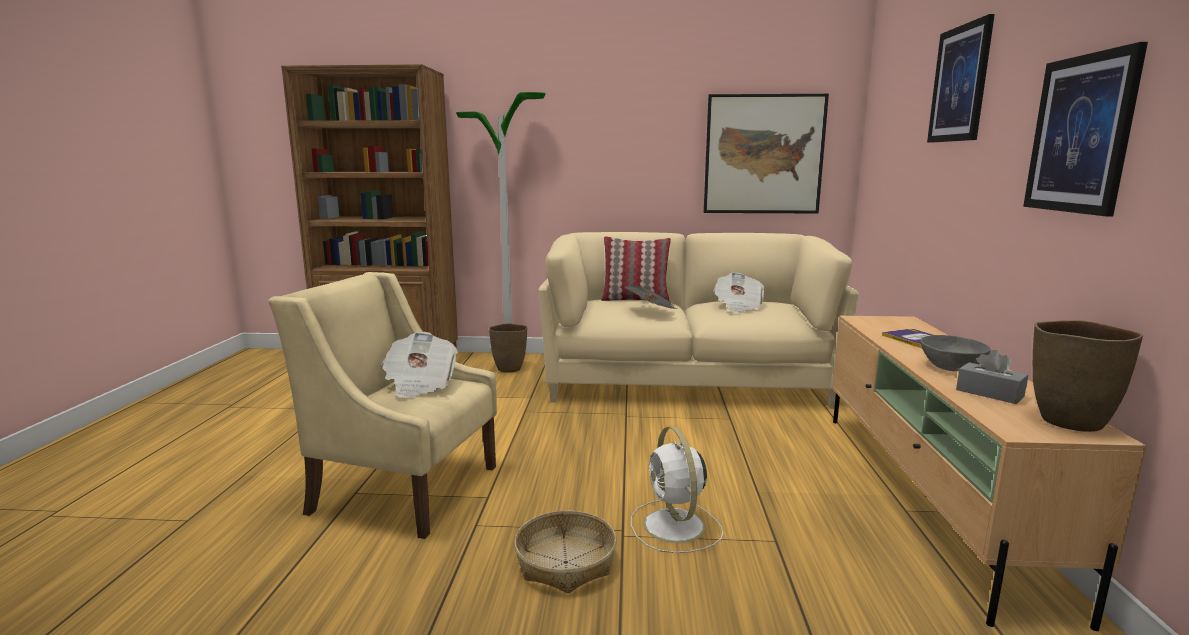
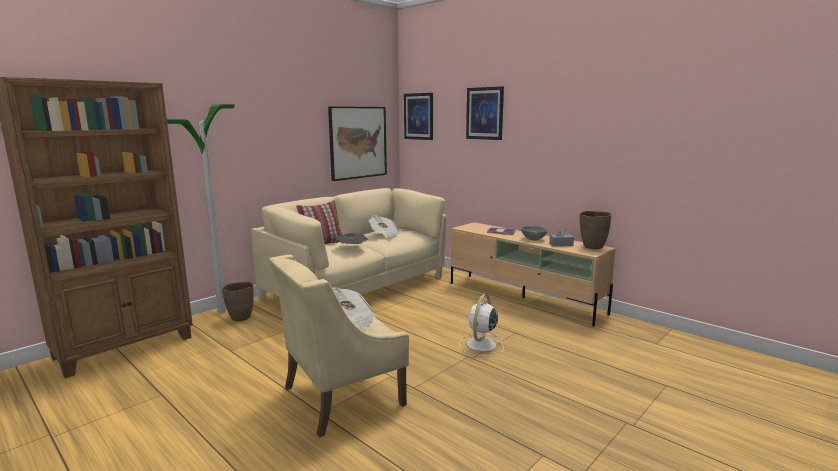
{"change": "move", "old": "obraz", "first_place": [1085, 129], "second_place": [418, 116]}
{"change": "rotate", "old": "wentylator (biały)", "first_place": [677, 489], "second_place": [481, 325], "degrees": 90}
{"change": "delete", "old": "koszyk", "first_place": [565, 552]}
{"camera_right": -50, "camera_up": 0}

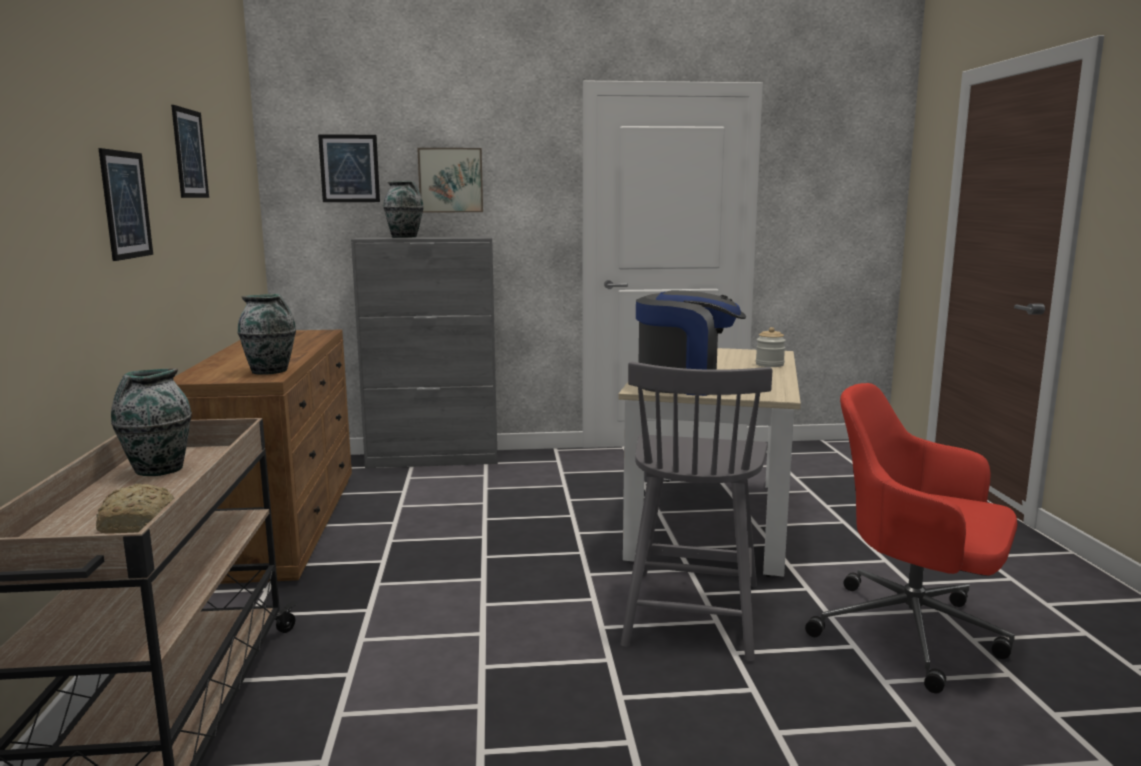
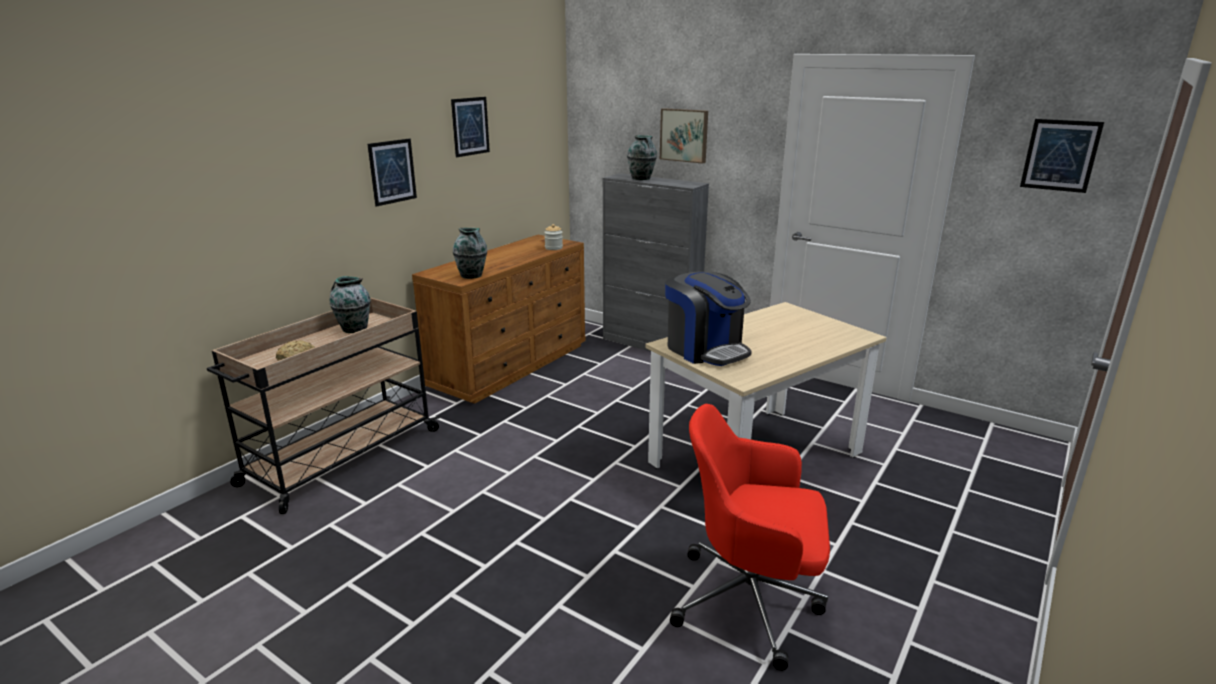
{"change": "move", "old": "obraz", "first_place": [349, 168], "second_place": [1062, 156]}
{"change": "move", "old": "słoik", "first_place": [771, 347], "second_place": [553, 237]}
{"change": "delete", "old": "krzesło (szary)", "first_place": [696, 512]}
{"change": "rotate", "old": "krzesło biurowe (czerwony)", "first_place": [911, 538], "second_place": [750, 537], "degrees": -60}
{"camera_right": 40, "camera_up": 10}

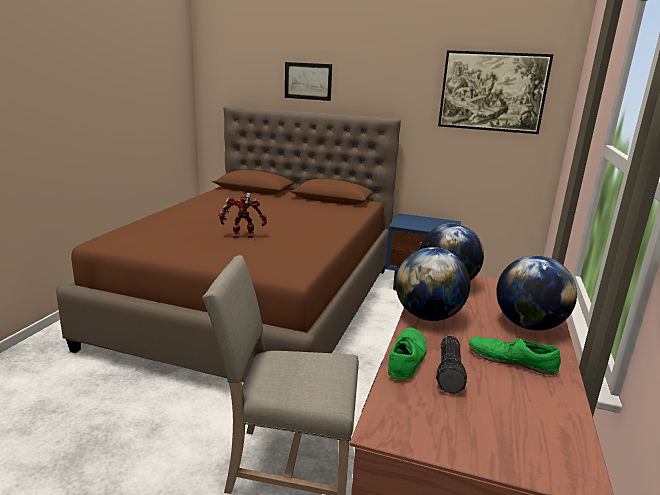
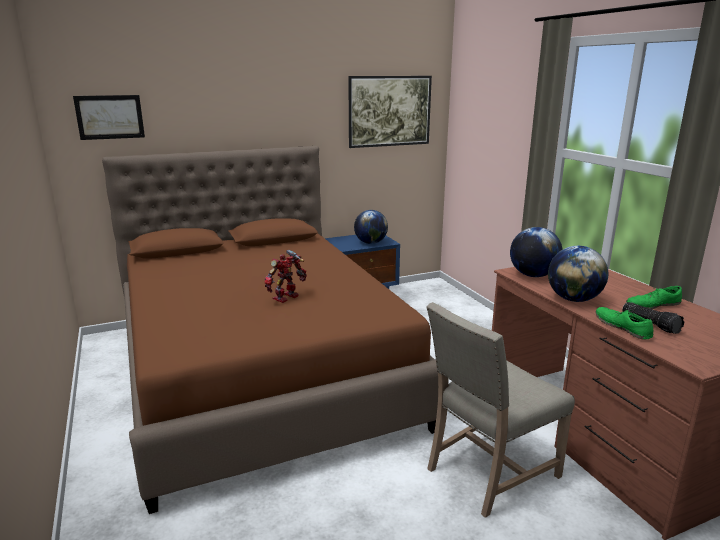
{"change": "move", "old": "obraz", "first_place": [308, 81], "second_place": [109, 117]}
{"change": "move", "old": "globus", "first_place": [536, 292], "second_place": [371, 227]}
{"camera_right": -40, "camera_up": 0}

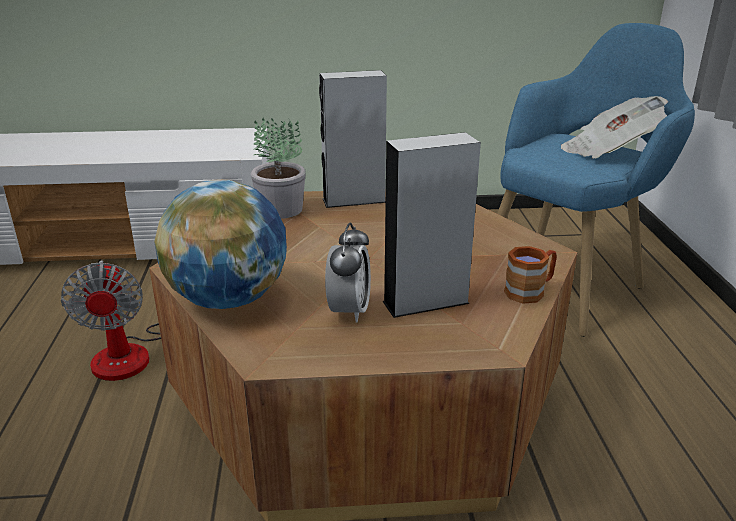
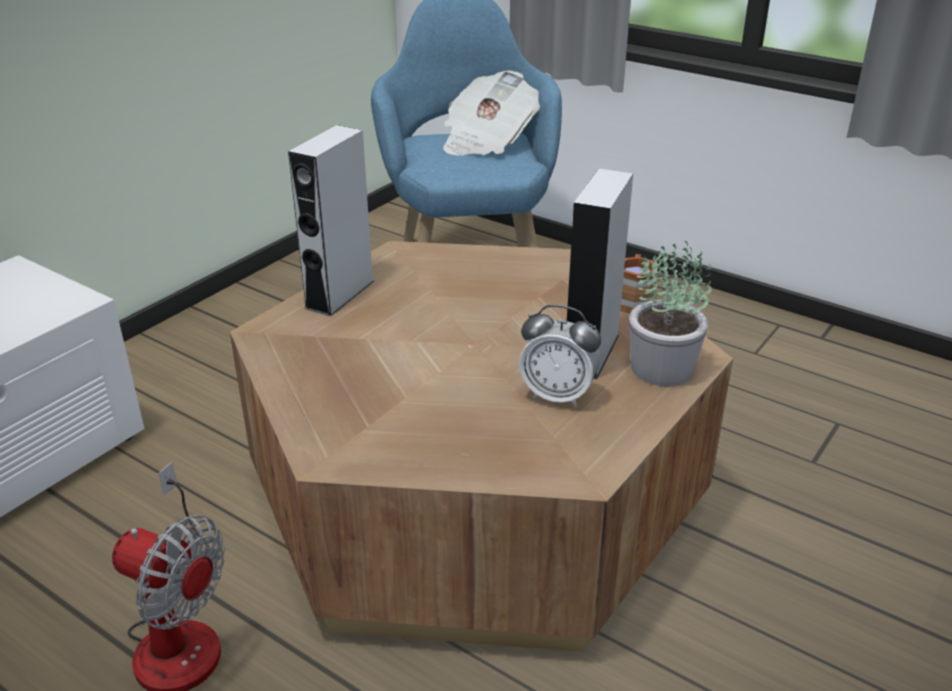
{"change": "move", "old": "roślina doniczkowa", "first_place": [278, 168], "second_place": [670, 313]}
{"change": "delete", "old": "globus", "first_place": [220, 244]}
{"change": "rotate", "old": "budzik", "first_place": [348, 273], "second_place": [560, 356], "degrees": 150}
{"camera_right": -50, "camera_up": 5}

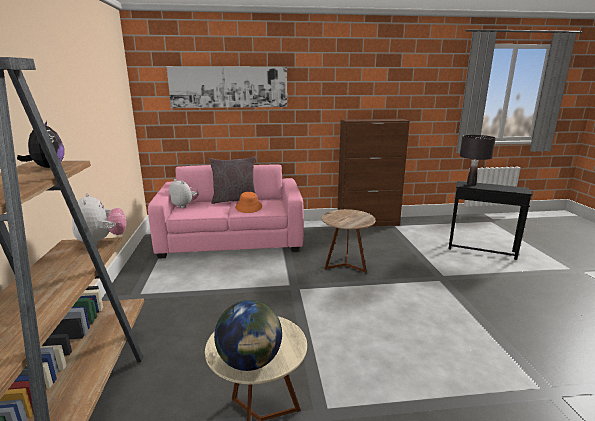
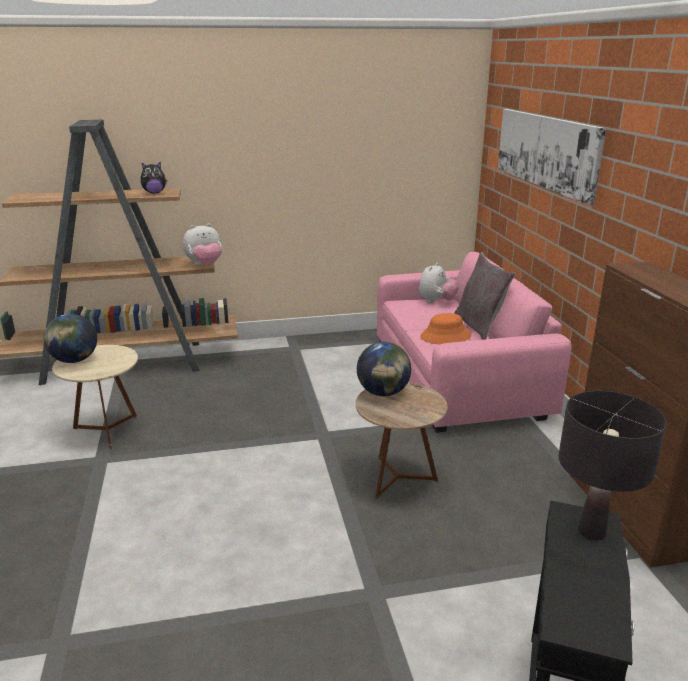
{"change": "insert", "new": "globus", "second_place": [384, 369]}
{"camera_right": 85, "camera_up": 5}

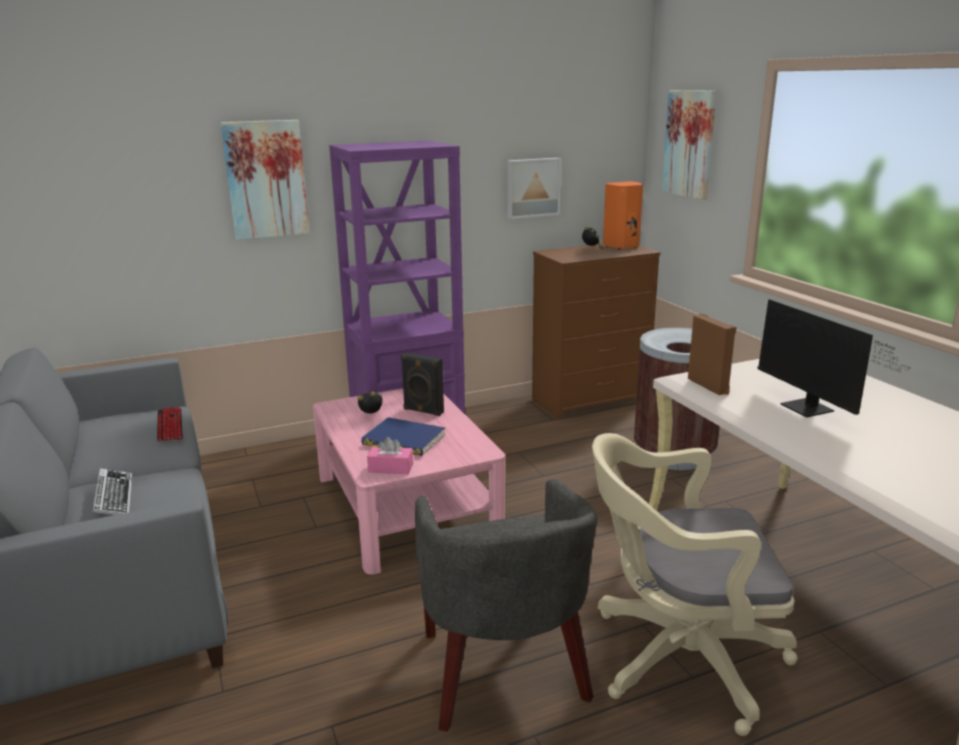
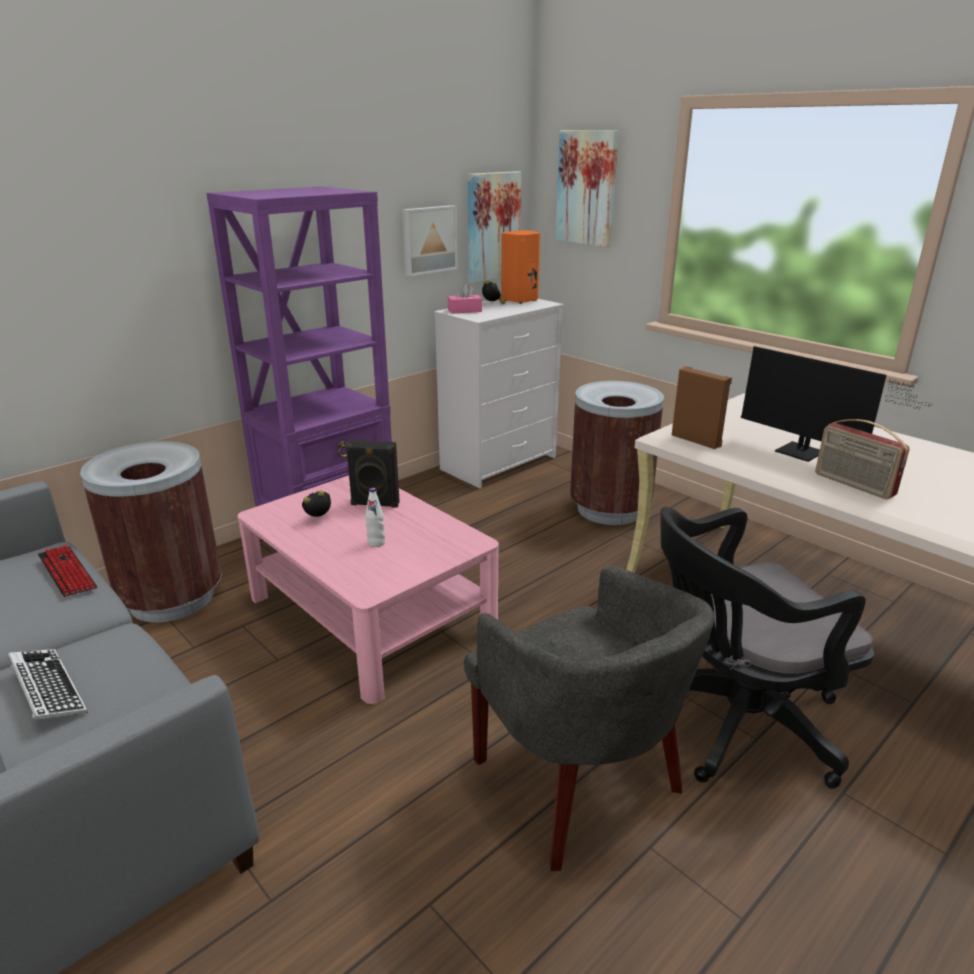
{"change": "move", "old": "obraz", "first_place": [265, 180], "second_place": [494, 227]}
{"change": "recolor", "old": "komoda (brązowy)", "new": "komoda (biały)", "first_place": [596, 331], "second_place": [499, 393]}
{"change": "replace", "old": "książka (niebieski)", "new": "butelka (biały)", "first_place": [403, 436], "second_place": [375, 517]}
{"change": "recolor", "old": "krzesło biurowe (beżowy)", "new": "krzesło biurowe (czarny)", "first_place": [695, 584], "second_place": [767, 648]}
{"change": "move", "old": "pudełko chusteczek (różowy)", "first_place": [390, 455], "second_place": [465, 299]}
{"change": "insert", "new": "radio", "second_place": [862, 459]}
{"change": "insert", "new": "kosz na śmieci (brązowy)", "second_place": [151, 531]}
{"camera_right": -20, "camera_up": 5}

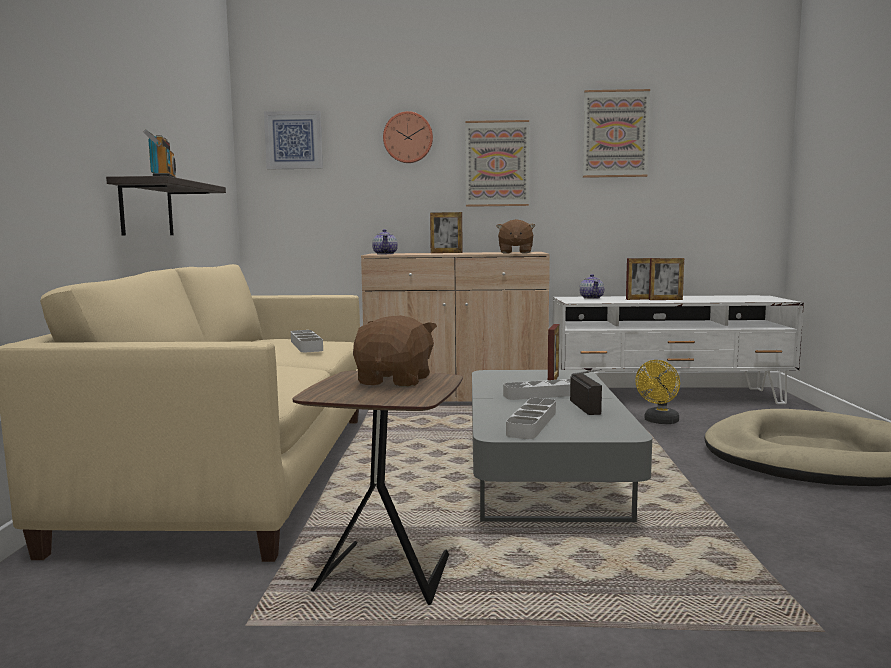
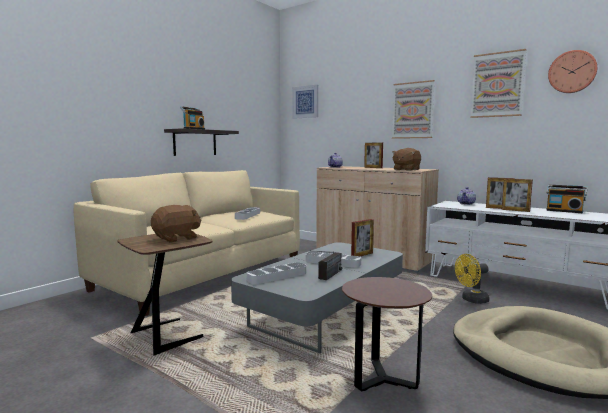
{"change": "move", "old": "zegar ścienny", "first_place": [408, 137], "second_place": [573, 71]}
{"change": "insert", "new": "radio", "second_place": [567, 199]}
{"change": "insert", "new": "stolik (brązowy)", "second_place": [387, 334]}
{"camera_right": 35, "camera_up": 0}

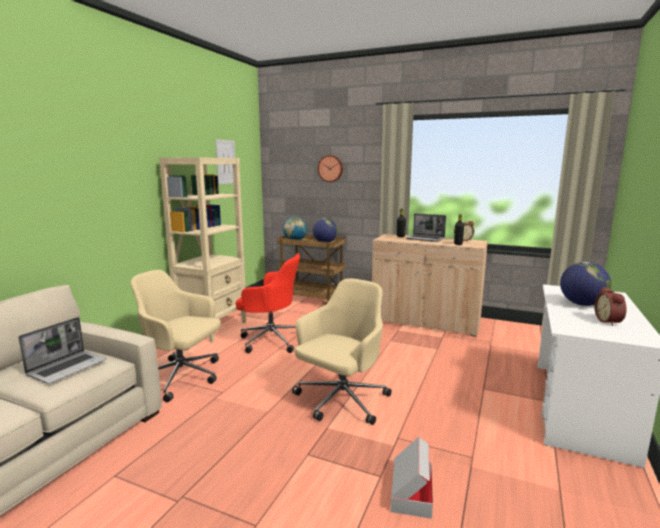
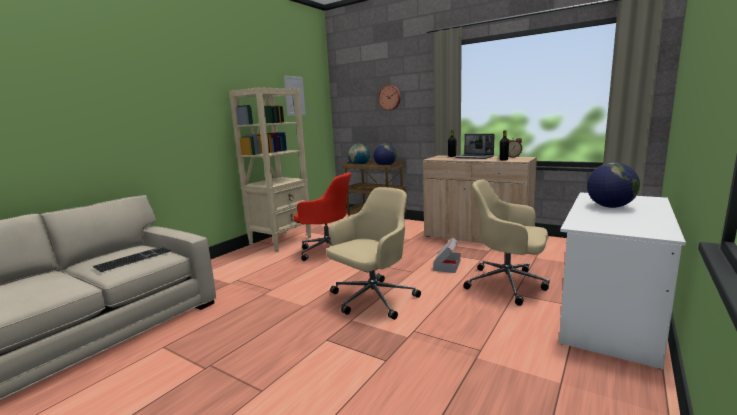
{"change": "move", "old": "krzesło biurowe (beżowy)", "first_place": [175, 336], "second_place": [506, 243]}
{"change": "delete", "old": "budzik", "first_place": [610, 306]}
{"change": "replace", "old": "laptop", "new": "klawiatura", "first_place": [62, 350], "second_place": [131, 259]}
{"change": "move", "old": "karton", "first_place": [412, 478], "second_place": [446, 255]}
{"camera_right": 10, "camera_up": 0}

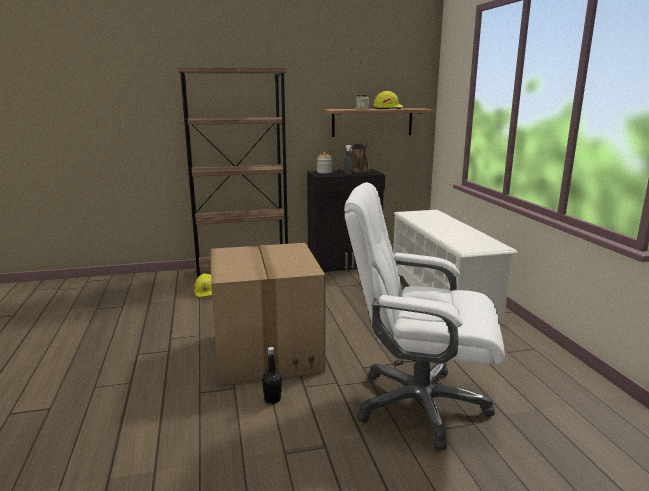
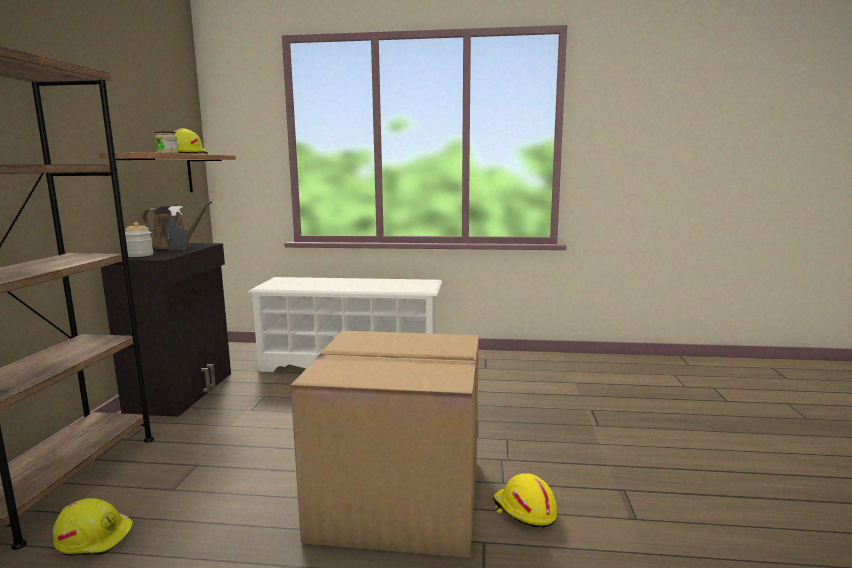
{"change": "delete", "old": "krzesło biurowe (biały)", "first_place": [424, 316]}
{"change": "replace", "old": "butelka (czarny)", "new": "kask (żółty)", "first_place": [272, 375], "second_place": [525, 500]}
{"camera_right": -70, "camera_up": -5}

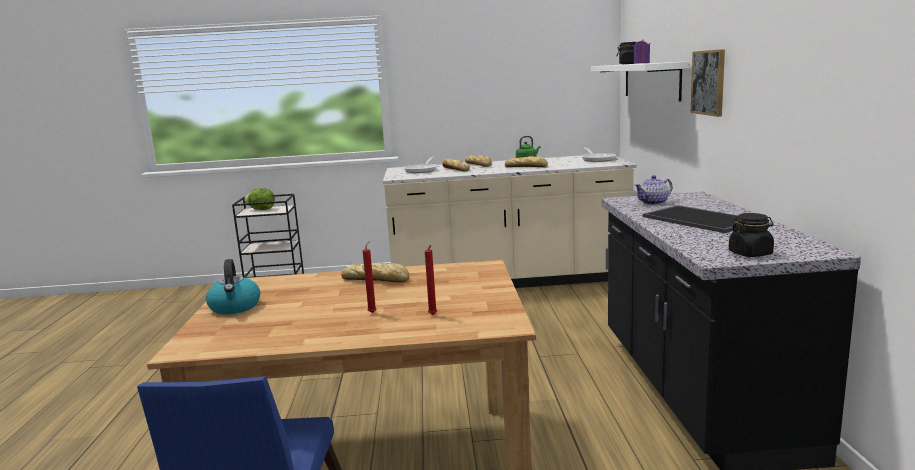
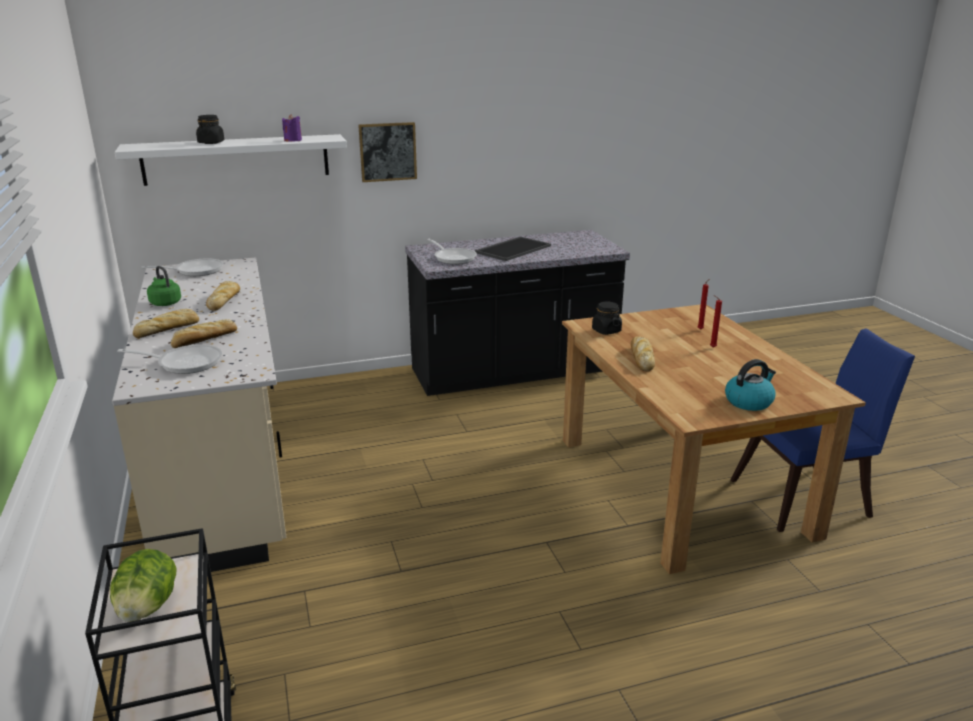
{"change": "replace", "old": "imbryk", "new": "patelnia", "first_place": [653, 190], "second_place": [452, 251]}
{"change": "move", "old": "słoik (czarny)", "first_place": [751, 235], "second_place": [607, 318]}
{"camera_right": -105, "camera_up": 10}

